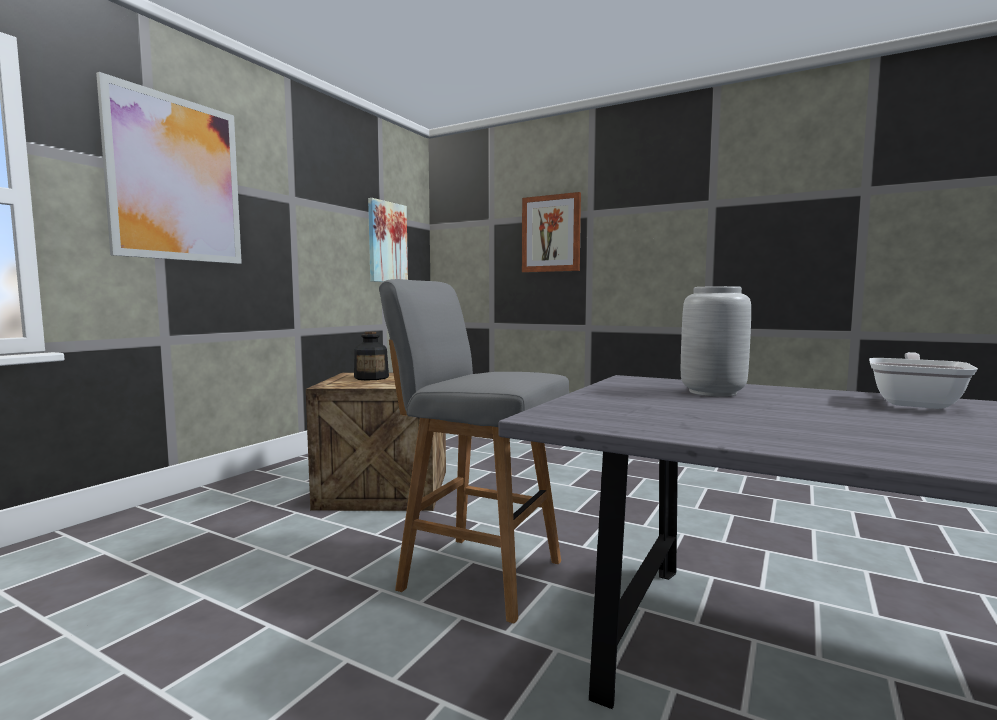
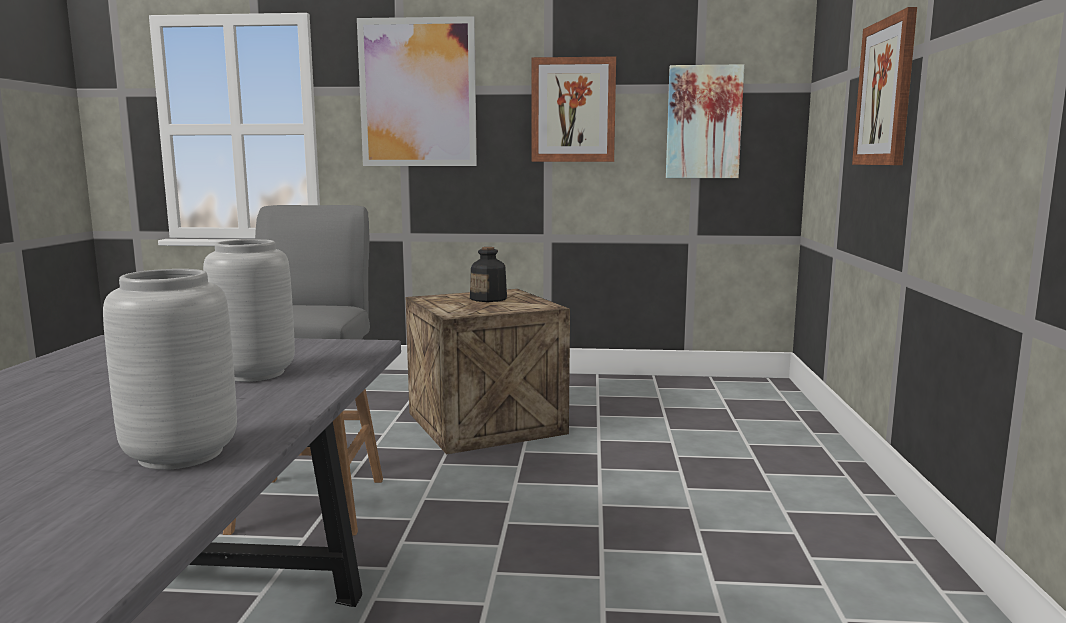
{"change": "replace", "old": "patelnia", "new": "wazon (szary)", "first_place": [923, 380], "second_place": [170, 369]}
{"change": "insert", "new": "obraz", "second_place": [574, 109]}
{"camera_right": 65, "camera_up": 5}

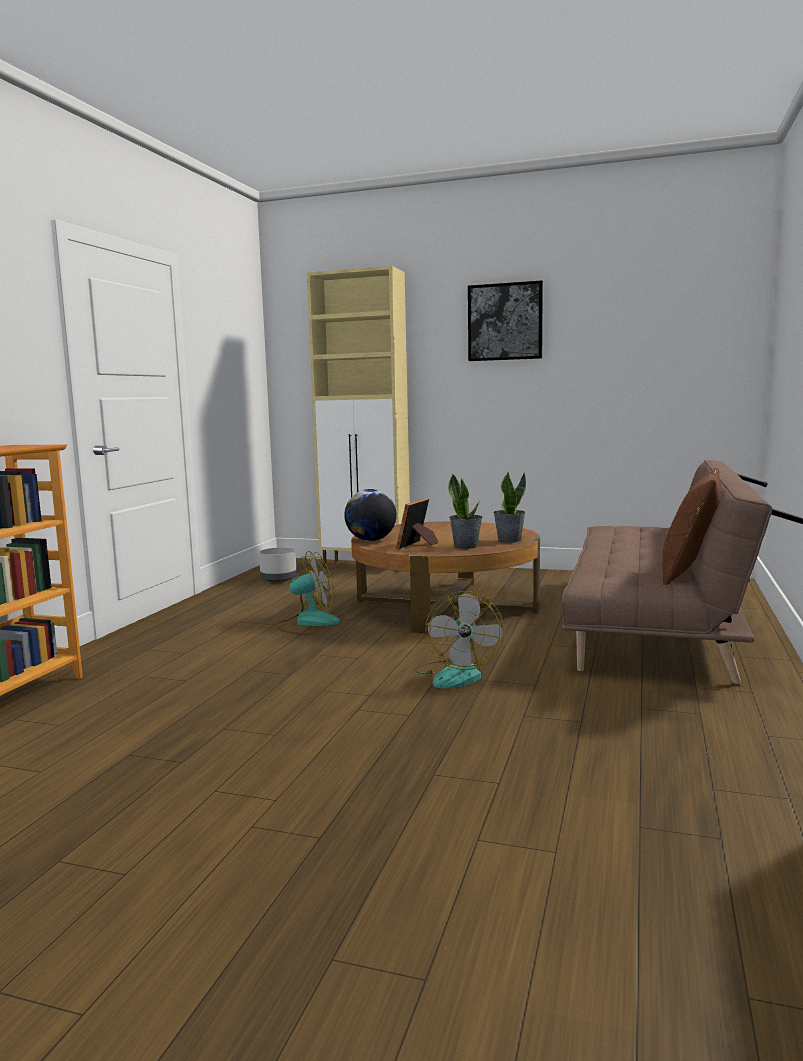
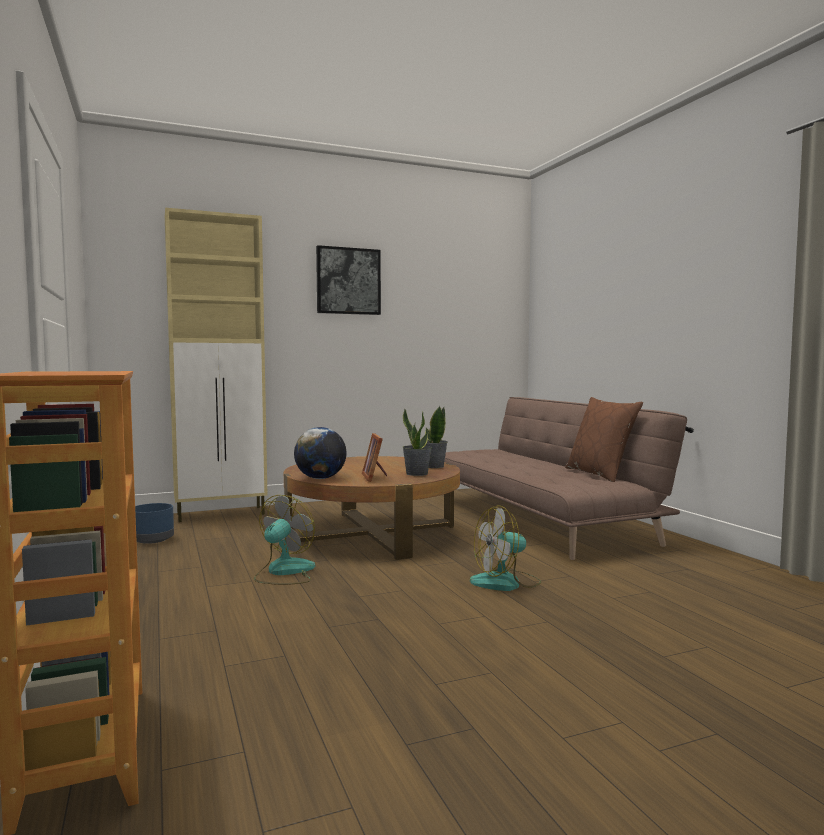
{"change": "recolor", "old": "donica (szary)", "new": "donica (niebieski)", "first_place": [278, 564], "second_place": [154, 523]}
{"change": "rotate", "old": "wentylator", "first_place": [459, 640], "second_place": [505, 548], "degrees": 105}
{"camera_right": -40, "camera_up": -5}

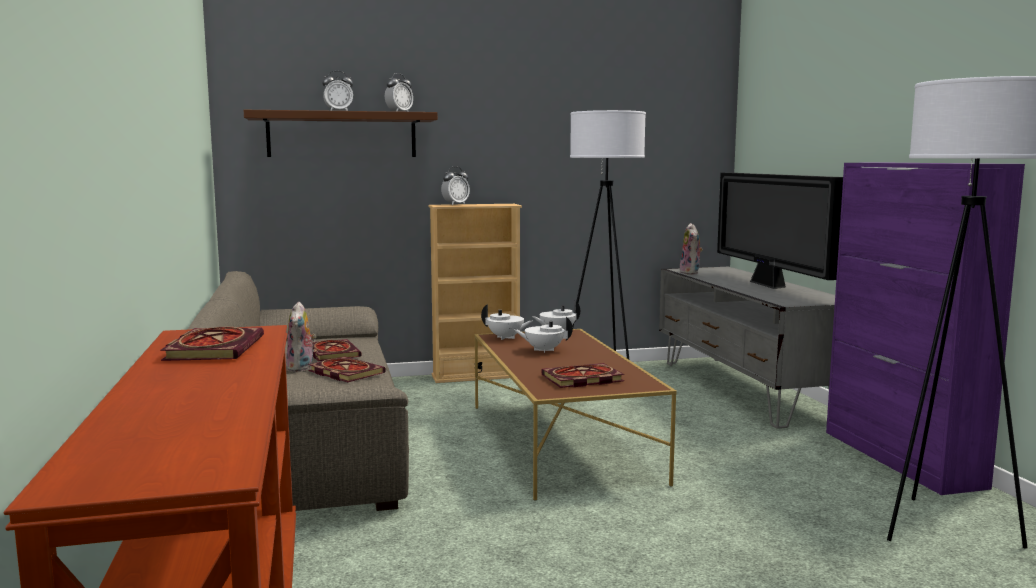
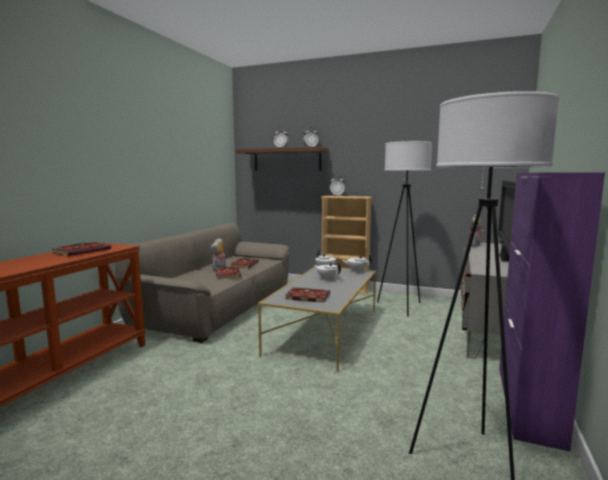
{"change": "recolor", "old": "ława (brązowy)", "new": "ława (szary)", "first_place": [576, 415], "second_place": [317, 318]}
{"camera_right": 35, "camera_up": 0}

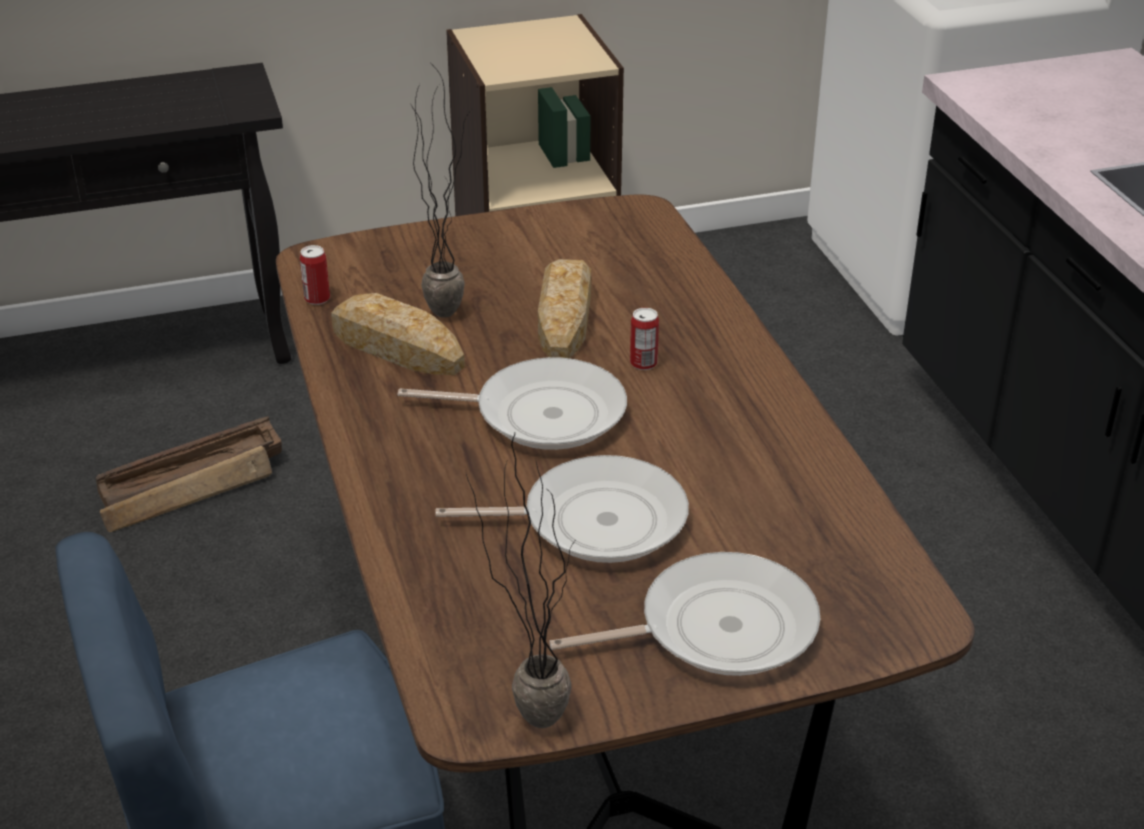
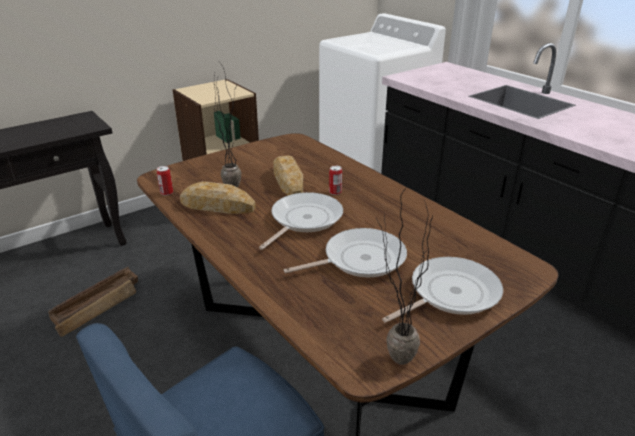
{"change": "rotate", "old": "patelnia", "first_place": [512, 403], "second_place": [301, 221], "degrees": -45}
{"camera_right": -20, "camera_up": -5}

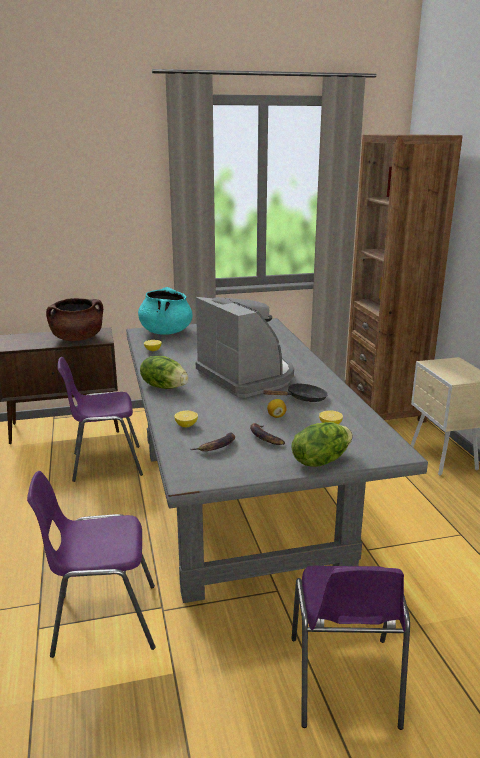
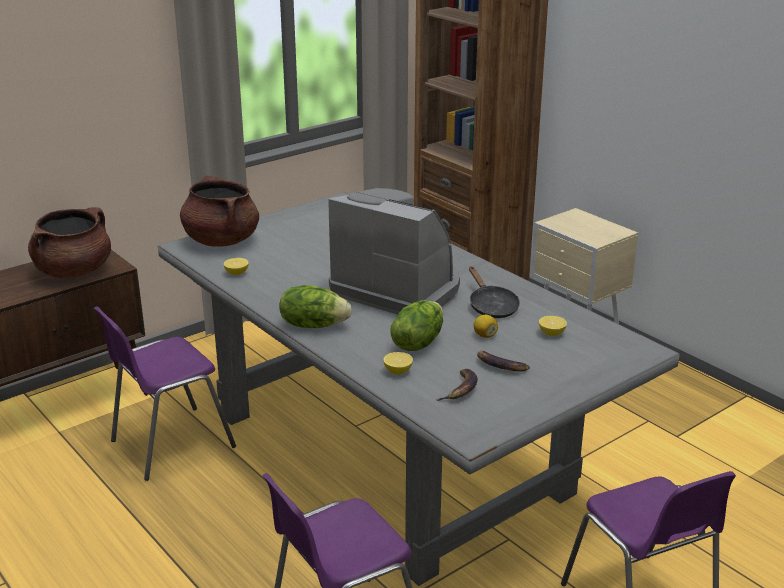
{"change": "recolor", "old": "garnek (turkusowy)", "new": "garnek (brązowy)", "first_place": [165, 311], "second_place": [219, 211]}
{"change": "rotate", "old": "patelnia (czarny)", "first_place": [295, 392], "second_place": [494, 292], "degrees": 120}
{"change": "move", "old": "sałata", "first_place": [322, 444], "second_place": [416, 325]}
{"camera_right": -25, "camera_up": 5}

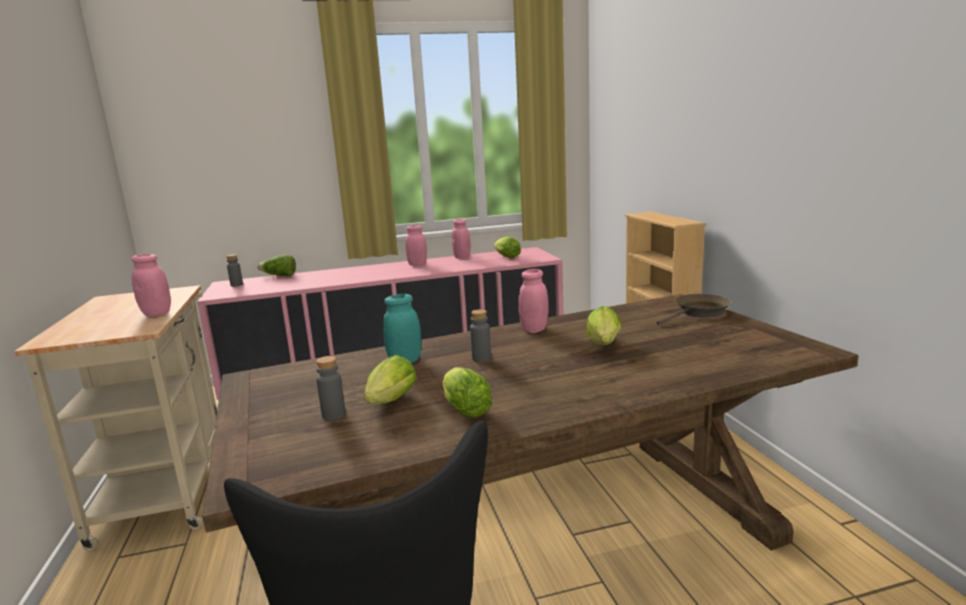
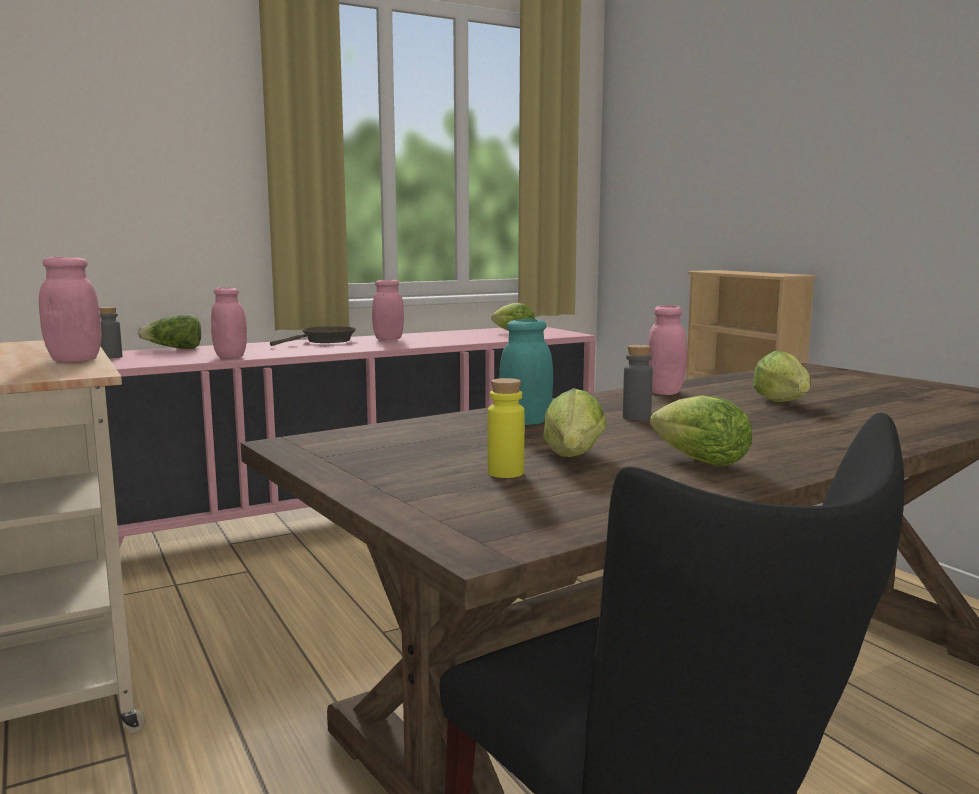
{"change": "move", "old": "słoik (różowy)", "first_place": [461, 239], "second_place": [229, 322]}
{"change": "move", "old": "patelnia (brązowy)", "first_place": [694, 309], "second_place": [313, 336]}
{"change": "recolor", "old": "butelka (szary)", "new": "butelka (żółty)", "first_place": [331, 388], "second_place": [506, 428]}
{"camera_right": -15, "camera_up": -5}

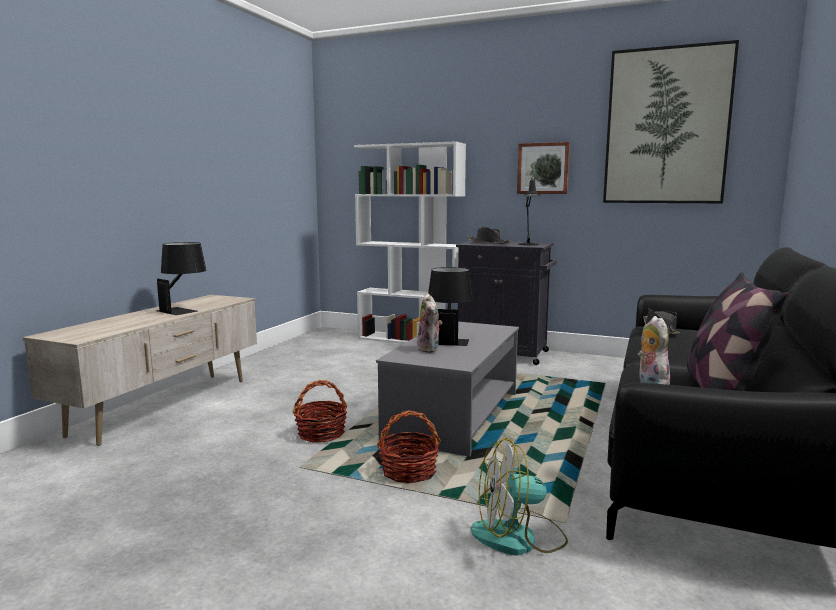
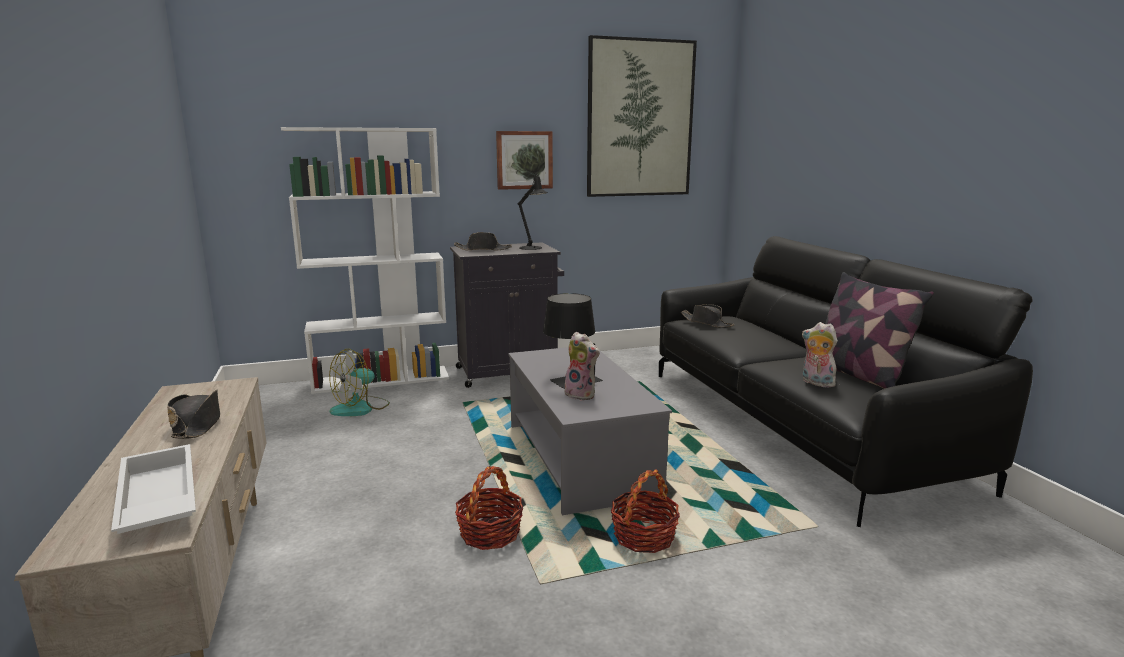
{"change": "replace", "old": "lampa stołowa (czarny)", "new": "kapelusz (czarny)", "first_place": [181, 278], "second_place": [193, 414]}
{"change": "move", "old": "wentylator", "first_place": [519, 497], "second_place": [359, 382]}
{"change": "insert", "new": "taca (biały)", "second_place": [153, 489]}
{"camera_right": -40, "camera_up": 5}

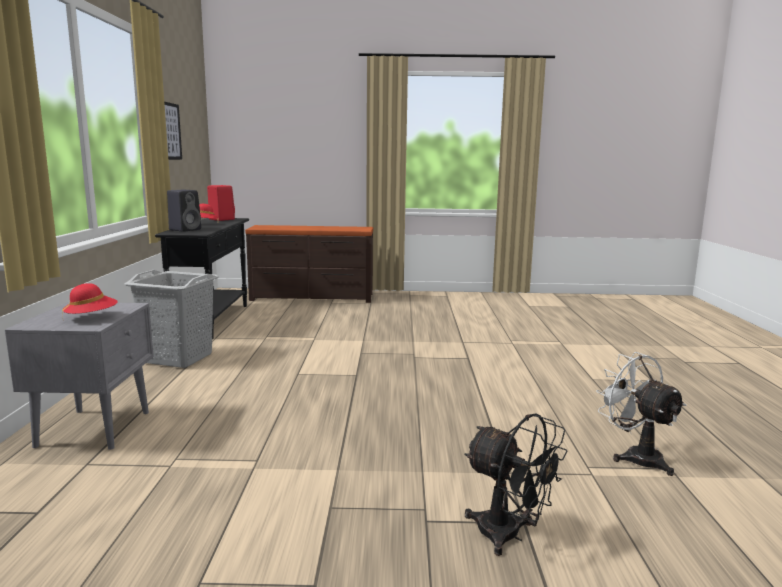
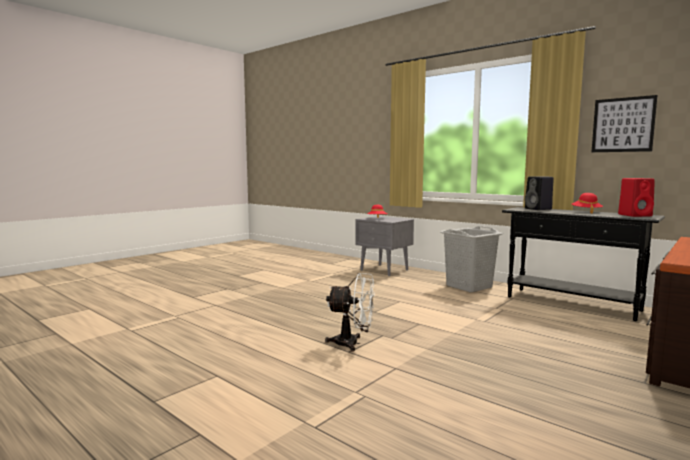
{"change": "move", "old": "wentylator (biały)", "first_place": [641, 414], "second_place": [350, 312]}
{"change": "delete", "old": "wentylator (czarny)", "first_place": [516, 484]}
{"camera_right": 130, "camera_up": -5}

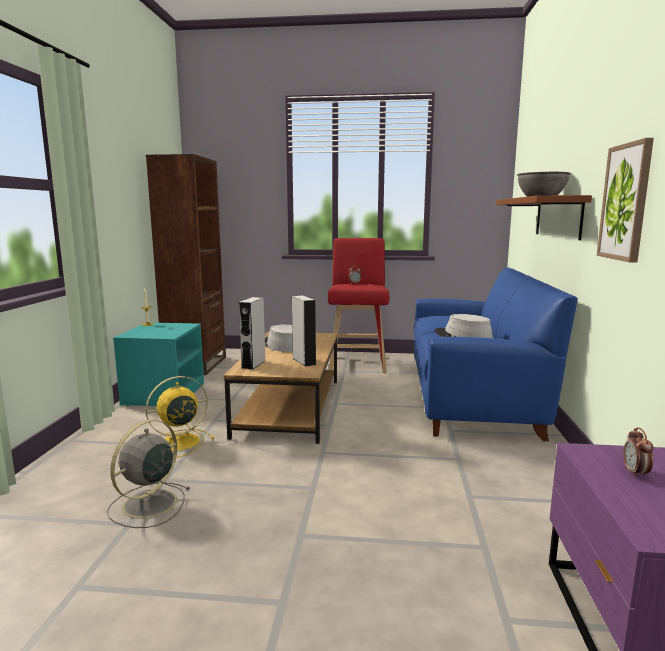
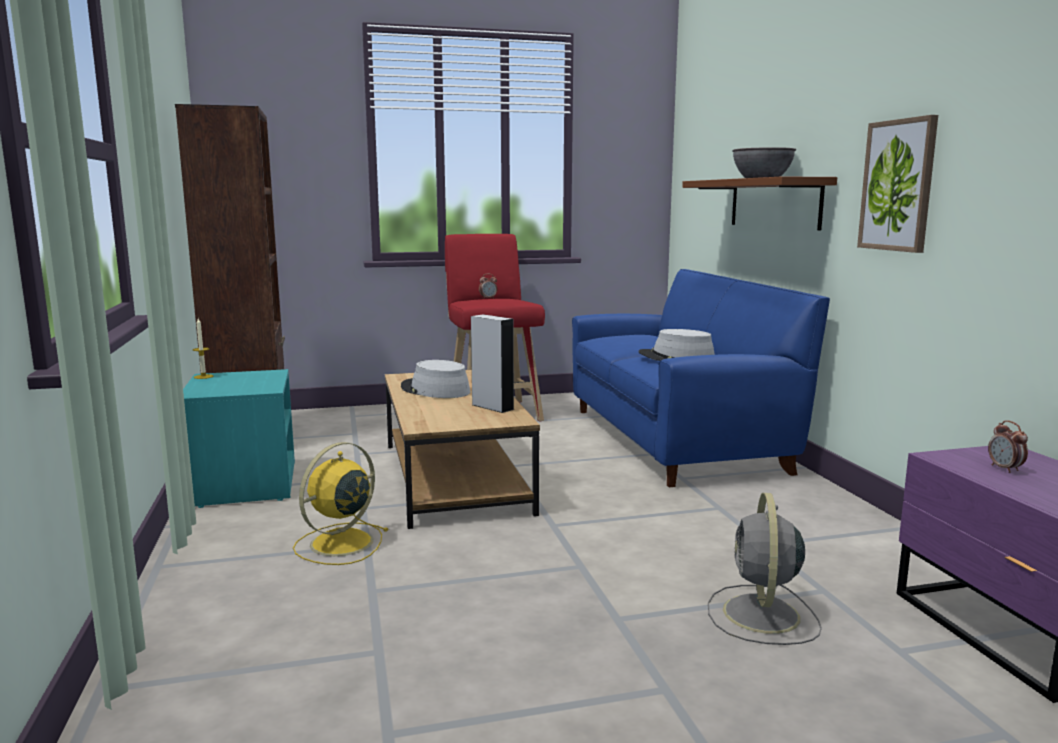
{"change": "delete", "old": "głośnik (szary)", "first_place": [252, 333]}
{"change": "move", "old": "wentylator (szary)", "first_place": [148, 474], "second_place": [765, 569]}
{"camera_right": -20, "camera_up": 0}

